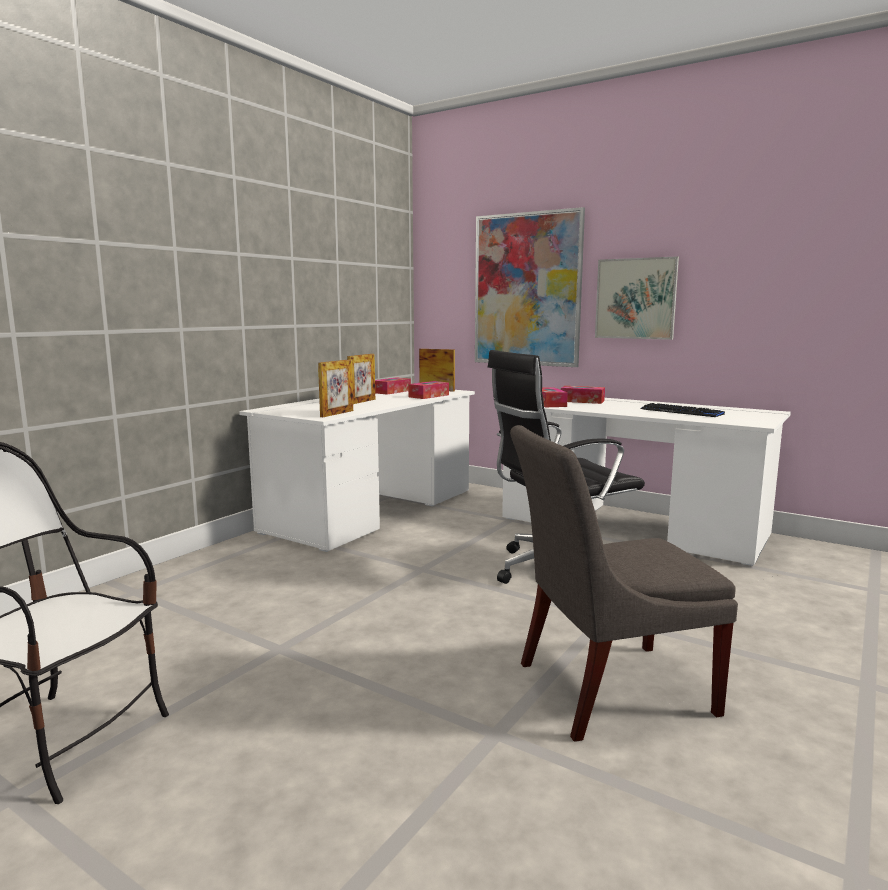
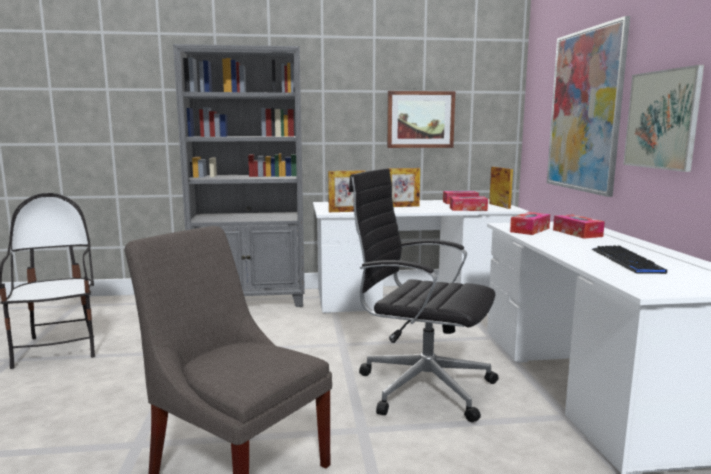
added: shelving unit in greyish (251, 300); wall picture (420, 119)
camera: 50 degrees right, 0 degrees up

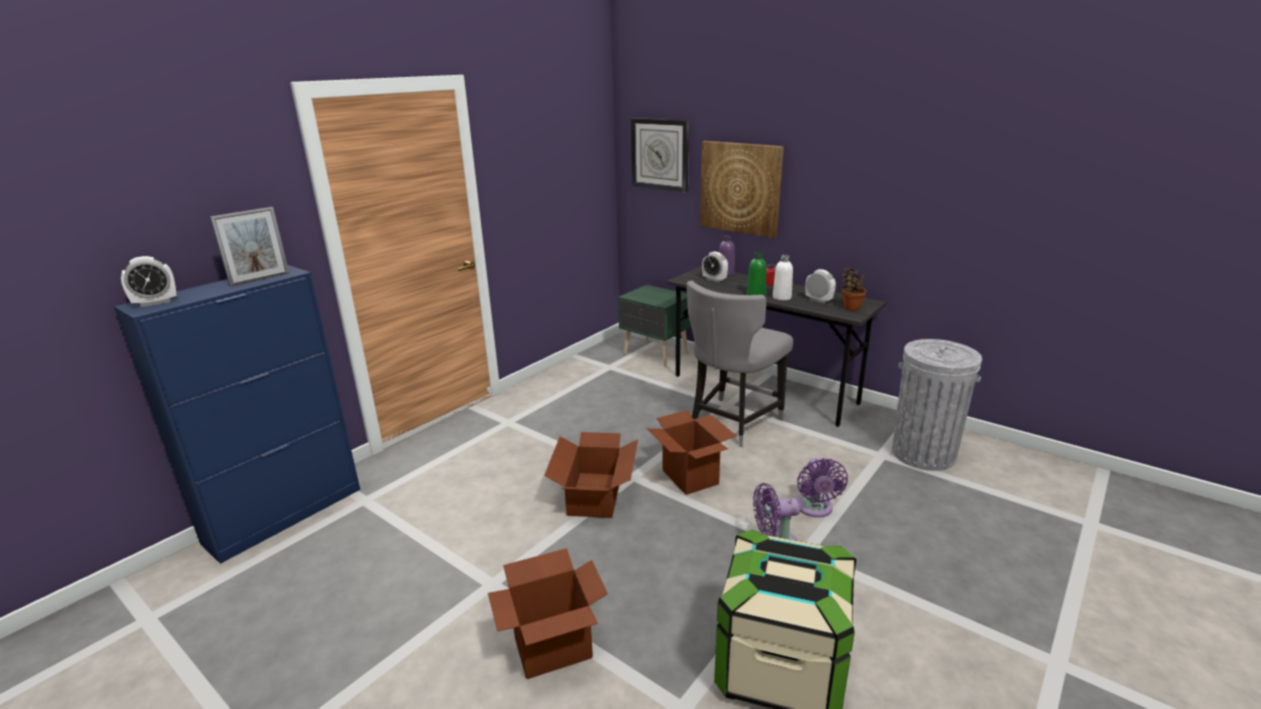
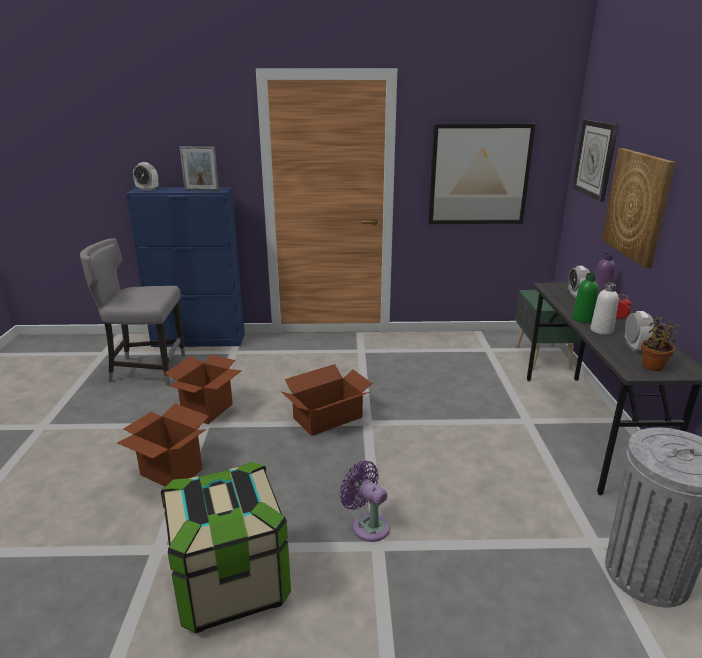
removed: fan in purplish (815, 509)
added: wall picture (479, 174)
moved: plain chair in greyish (732, 423) to (146, 369); cardboard box (690, 477) to (207, 410)
camera: 50 degrees right, 0 degrees up

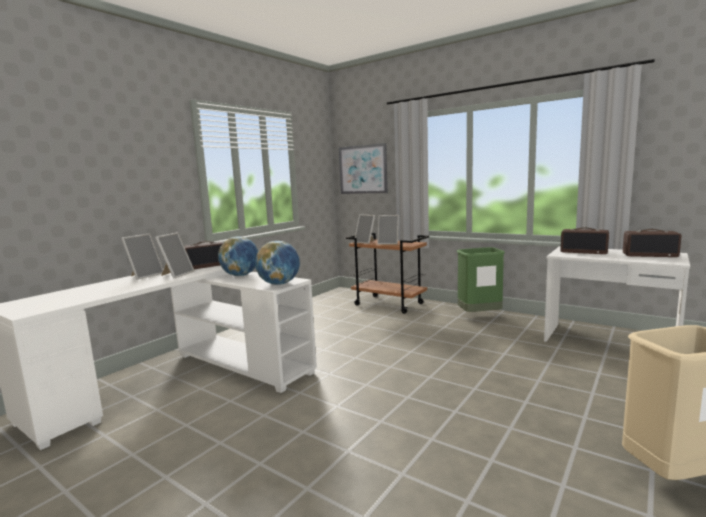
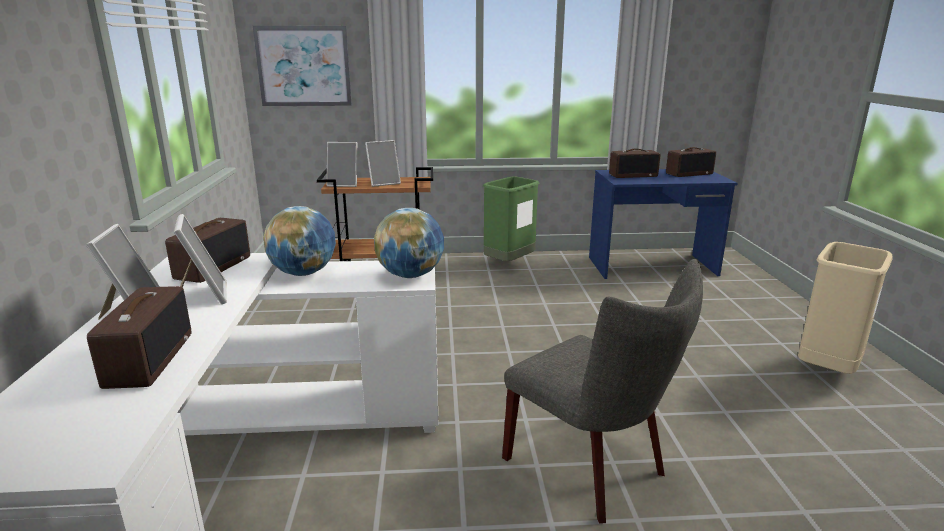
added: plain chair in greyish (592, 469); radio set (149, 359)
recoloured: desk in whitish (609, 342) to desk in blue (652, 267)
camera: 40 degrees left, 10 degrees up

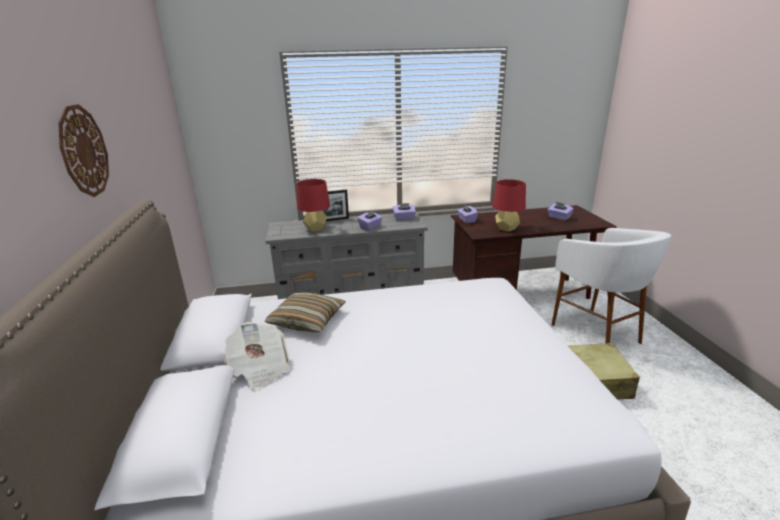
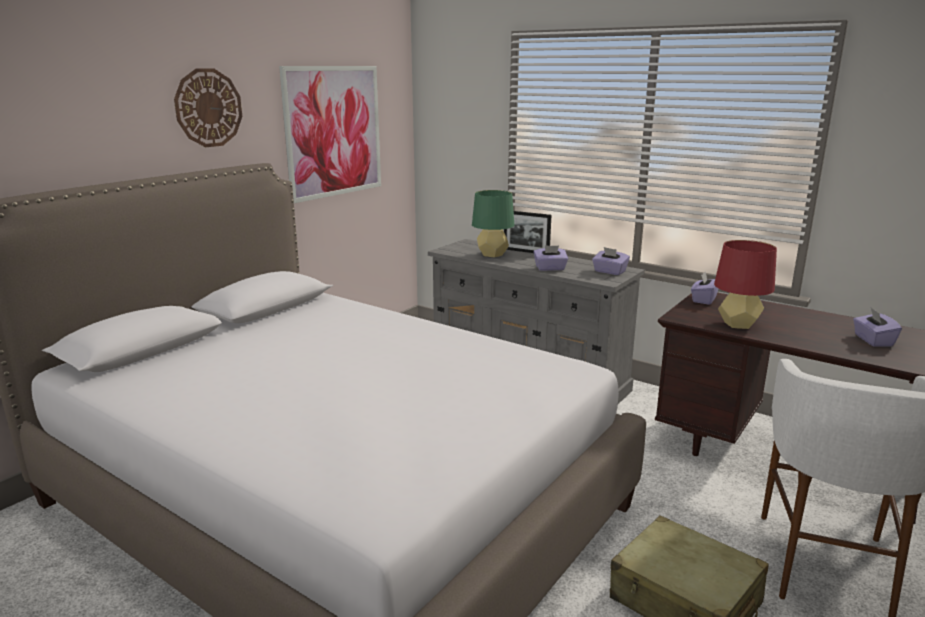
removed: throw pillow (307, 320); newspaper (260, 369)
added: wall picture (334, 131)
recoloured: lamp for a table in red (316, 229) to lamp for a table in green (492, 255)
camera: 45 degrees right, 5 degrees down

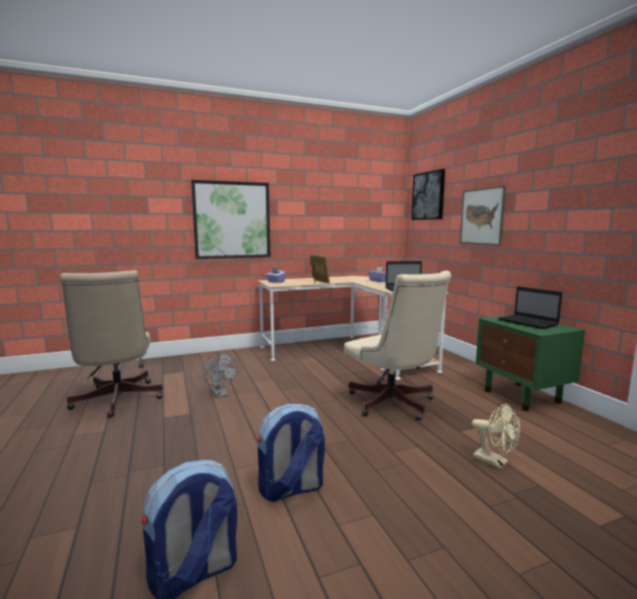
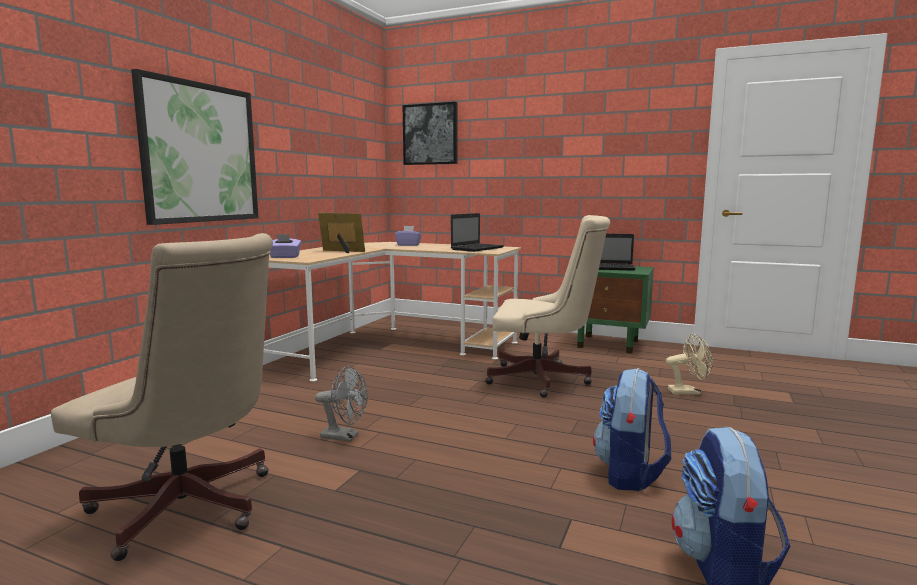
removed: wall picture (481, 216)
camera: 45 degrees left, 0 degrees up

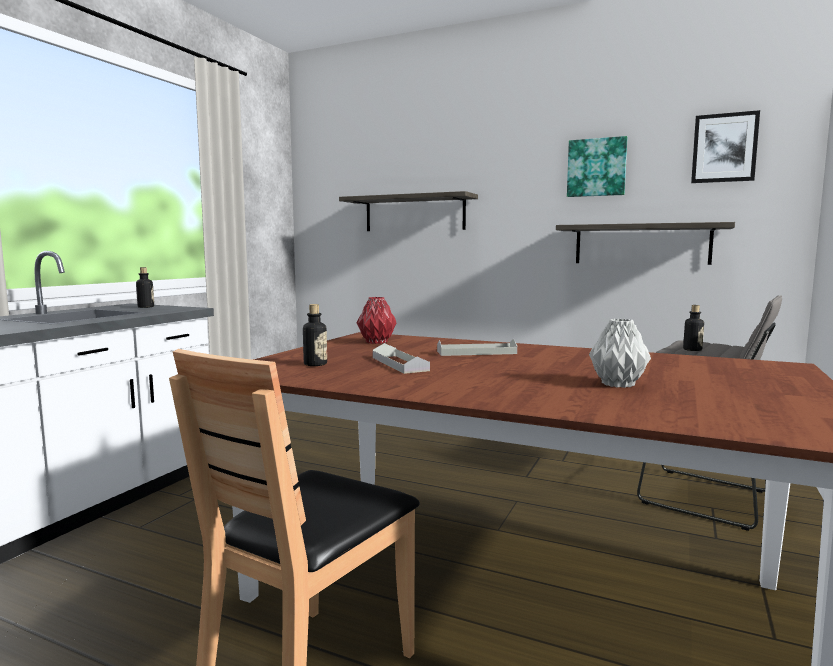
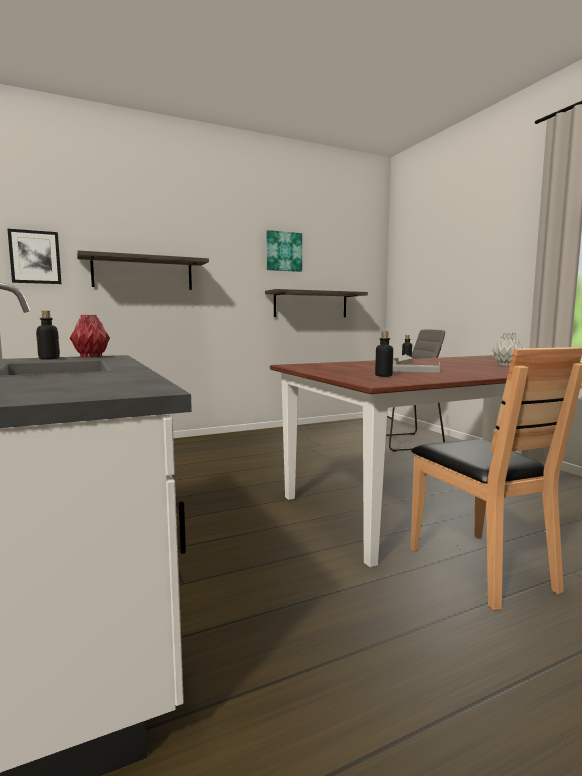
moved: wall picture (724, 148) to (35, 257); decorative vase in red (376, 342) to (90, 356)
camera: 50 degrees left, 0 degrees up

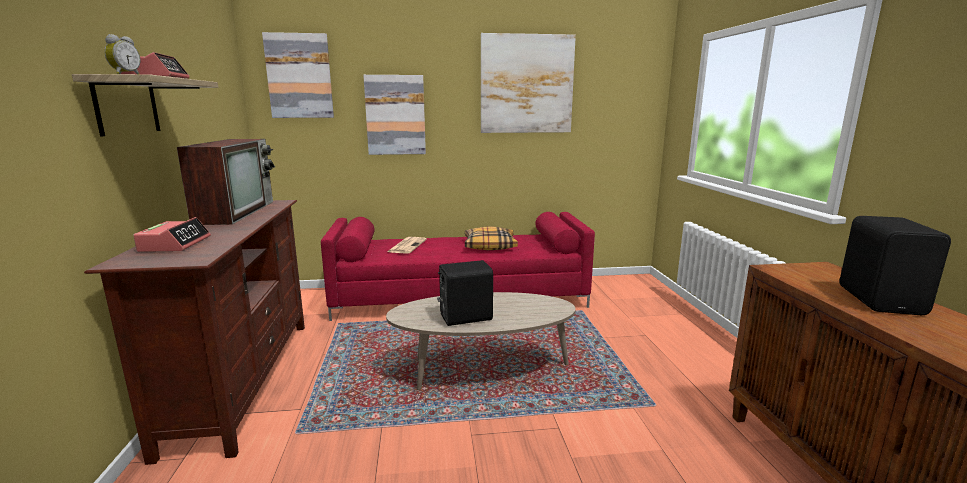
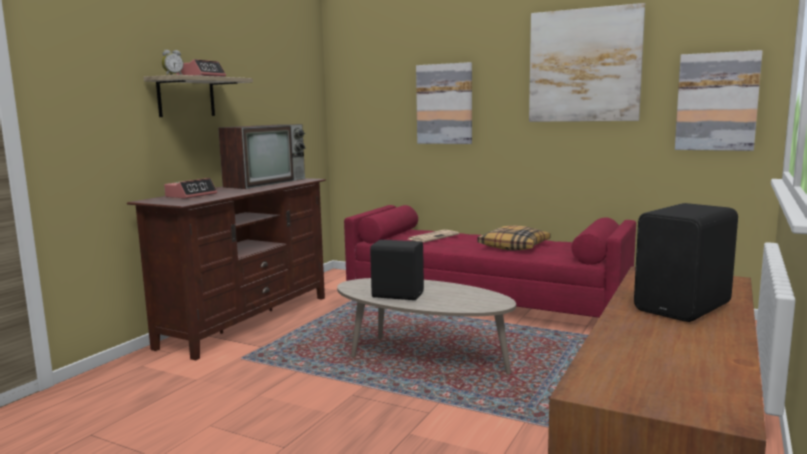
moved: wall picture (299, 76) to (716, 102)
camera: 35 degrees right, 5 degrees down

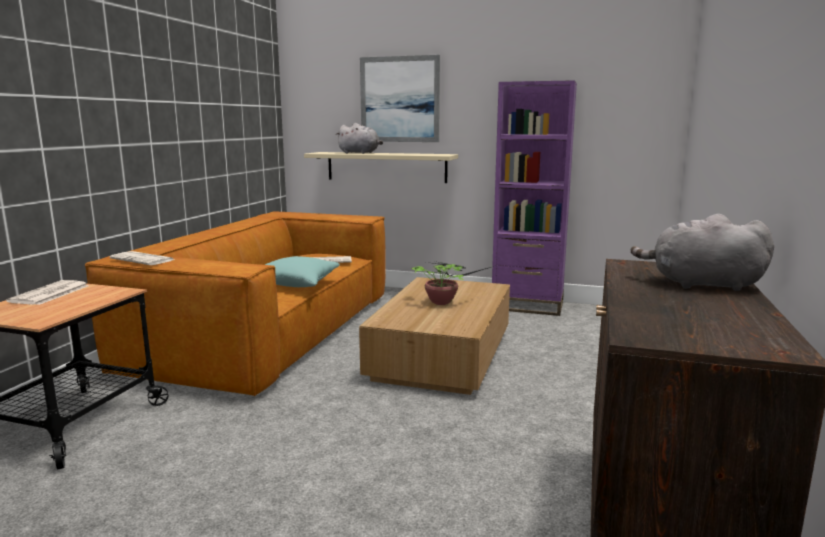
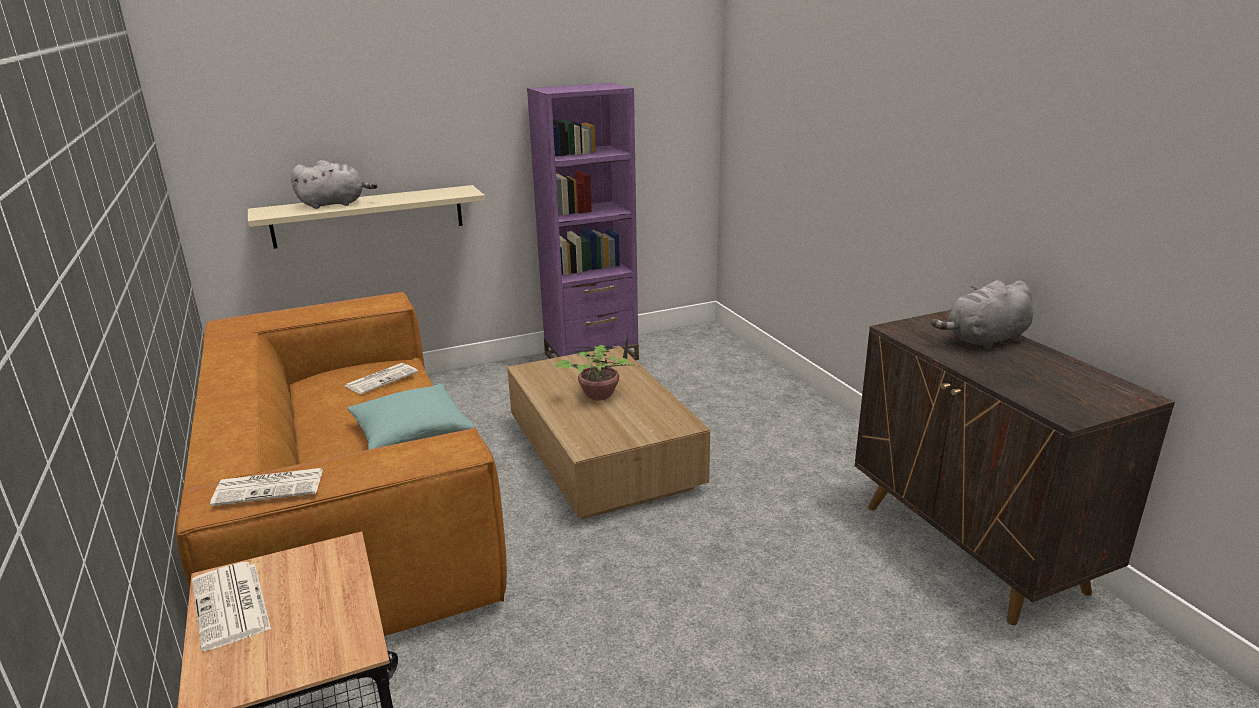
removed: wall picture (399, 99)
camera: 40 degrees left, 10 degrees up

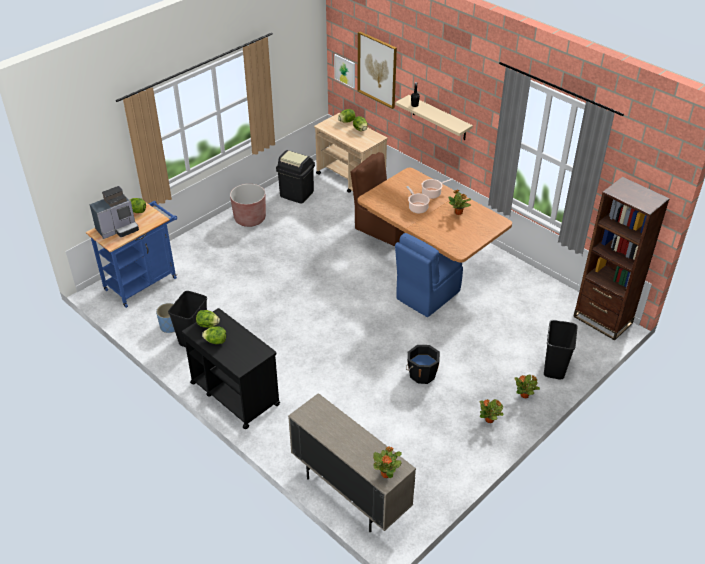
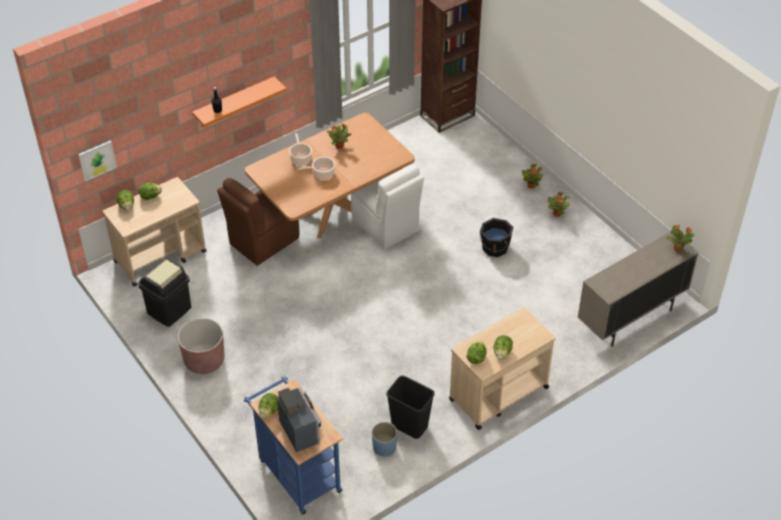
removed: wall picture (377, 69); rubbish bin in black (555, 369)
recoloured: shelf in beige (439, 118) to shelf in orangey (234, 102); plain chair in blue (426, 296) to plain chair in whitish (386, 226); cart in black (234, 393) to cart in beige (498, 394)
camera: 80 degrees left, 5 degrees up

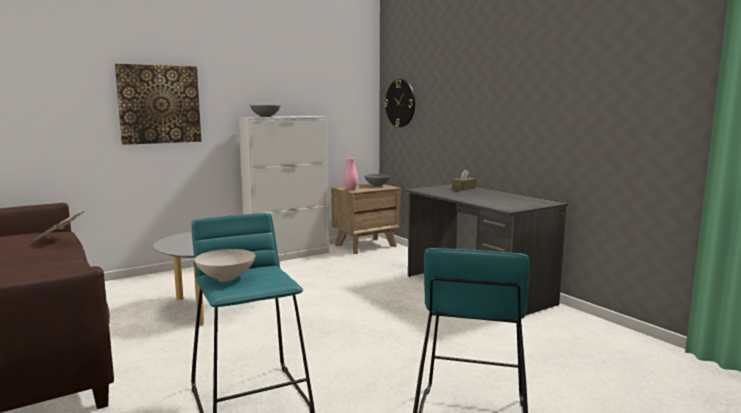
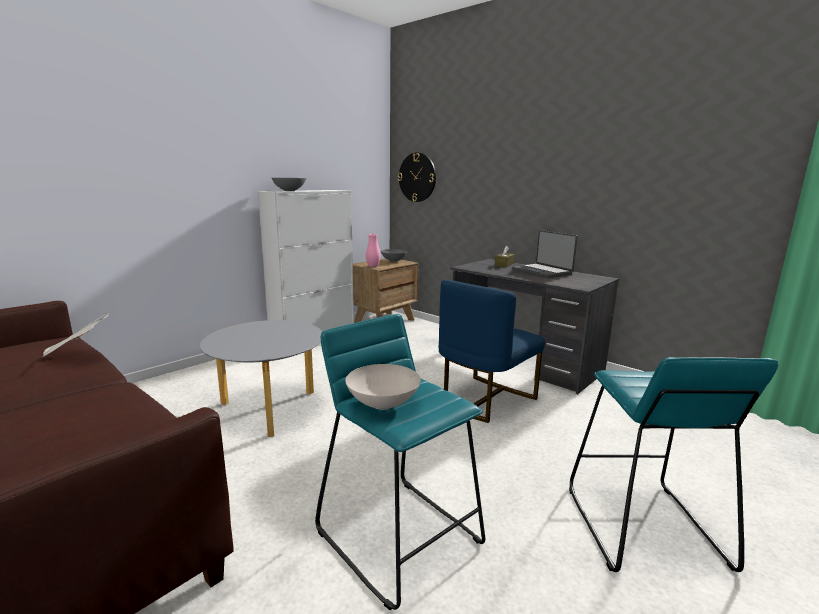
removed: wall picture (159, 104)
added: laptop (542, 272); plain chair in blue (485, 400)
camera: 15 degrees left, 5 degrees up

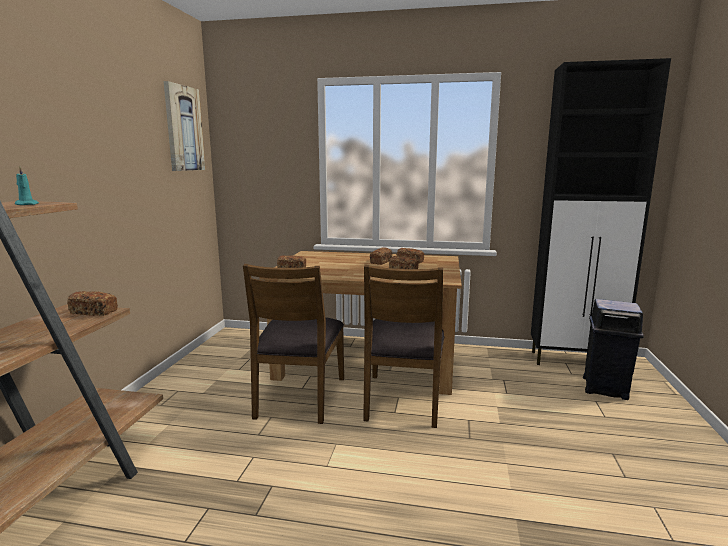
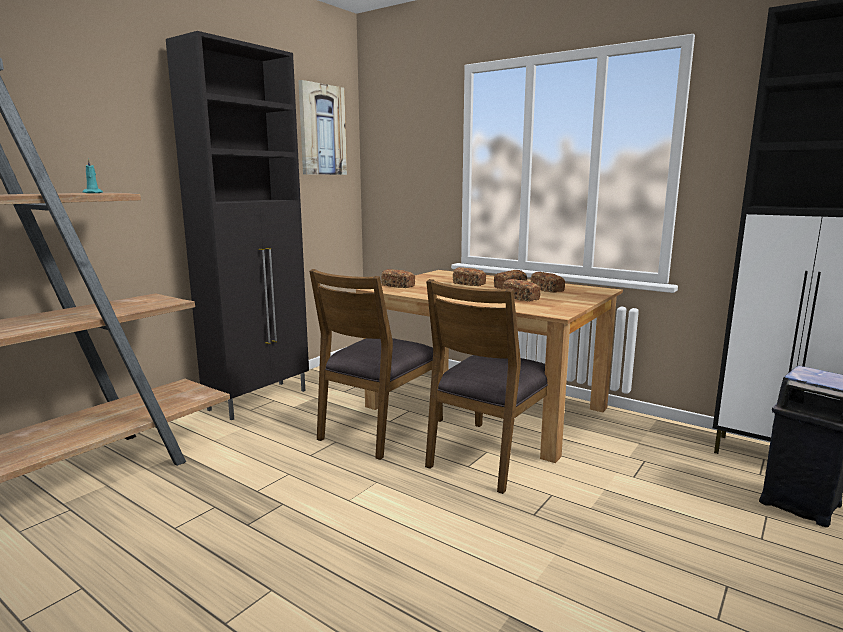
added: storage cabinet in black (260, 400)
moved: bakery bread (94, 312) to (469, 284)
camera: 25 degrees right, 0 degrees up

